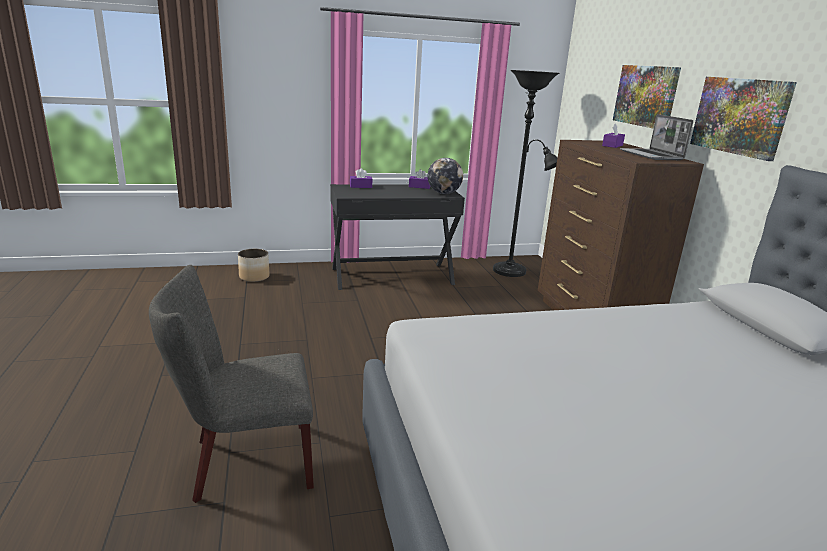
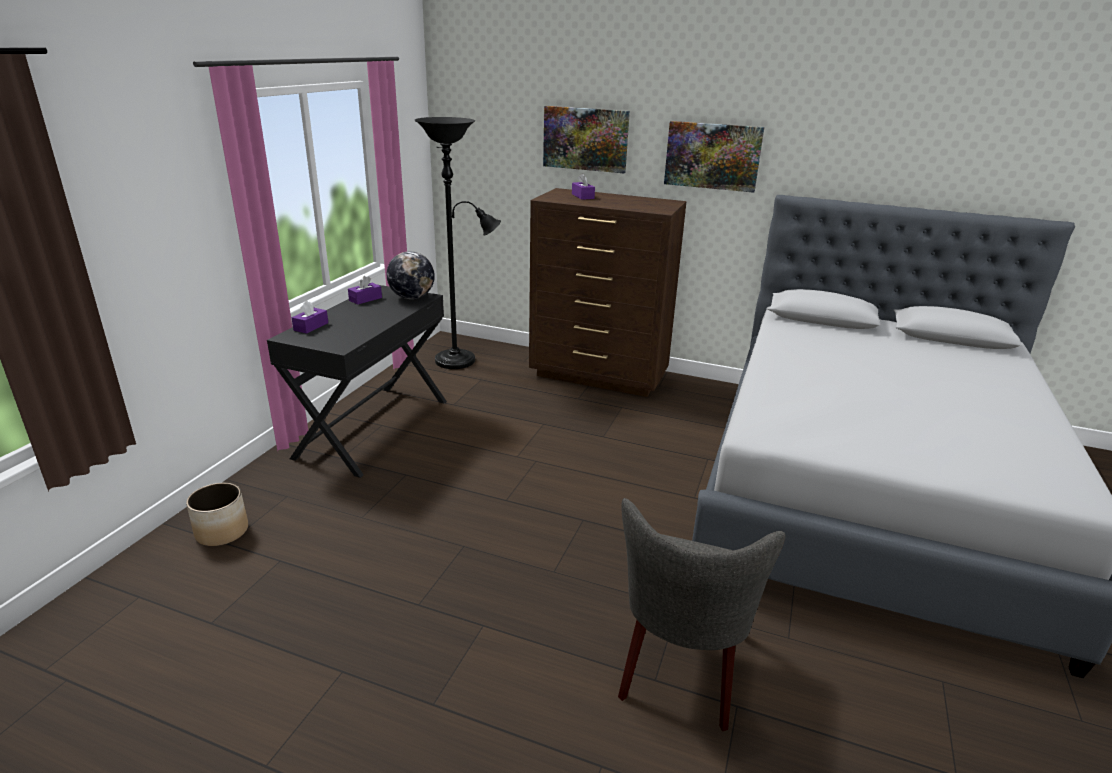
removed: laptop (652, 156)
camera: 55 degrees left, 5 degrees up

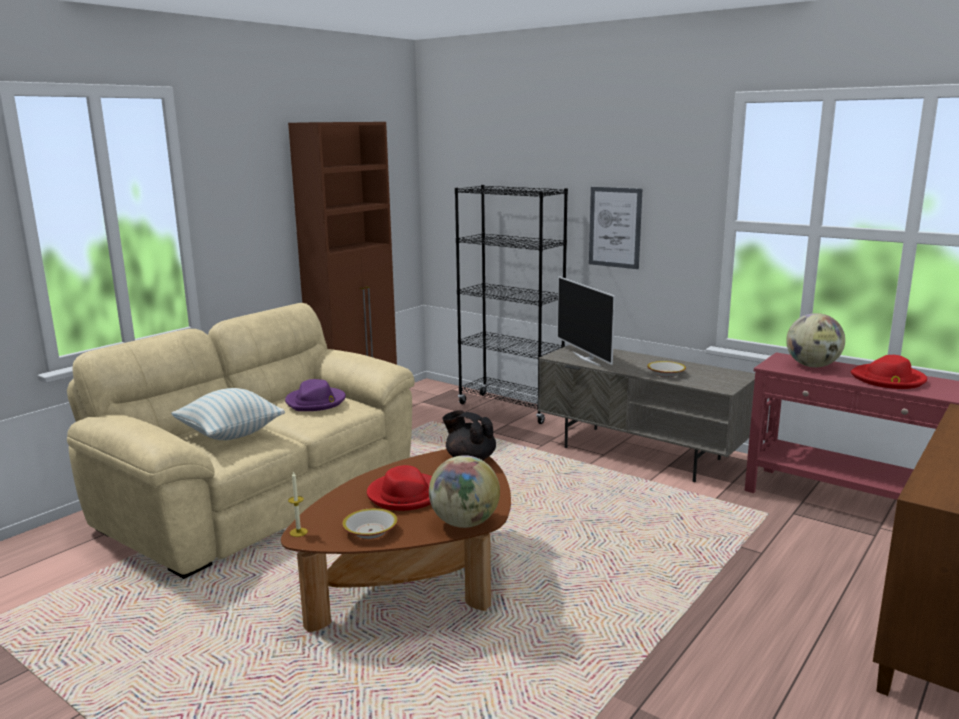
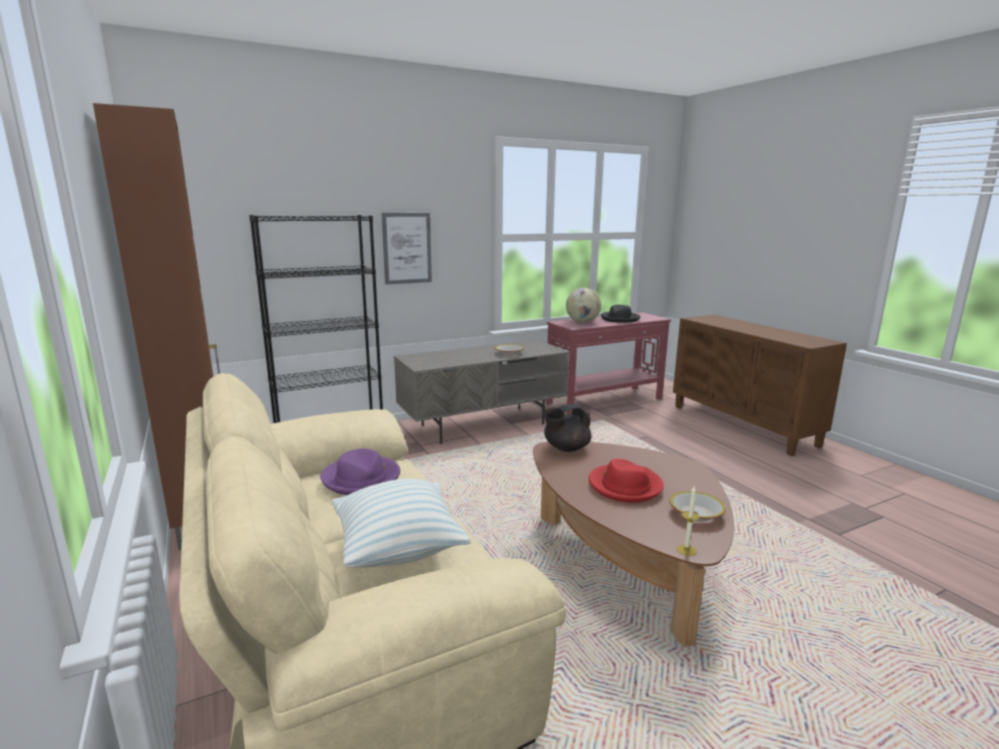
removed: TV (587, 359); globe (464, 523)
recoloured: clothing hat in red (888, 379) to clothing hat in black (620, 319)
camera: 65 degrees left, 0 degrees up

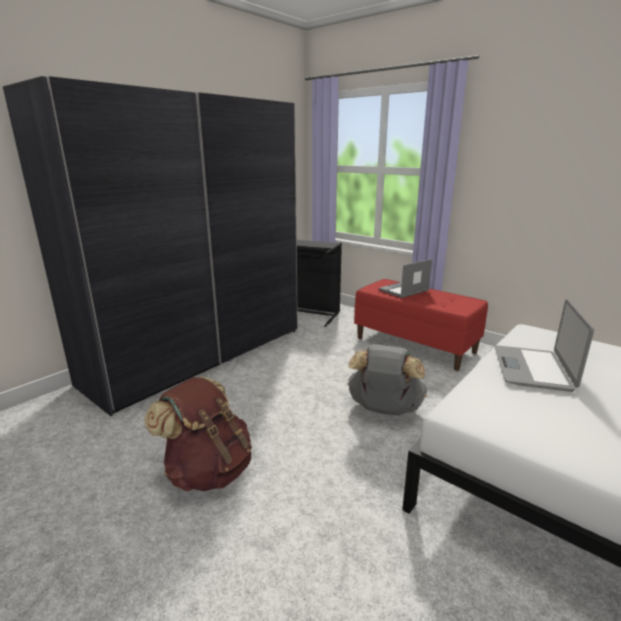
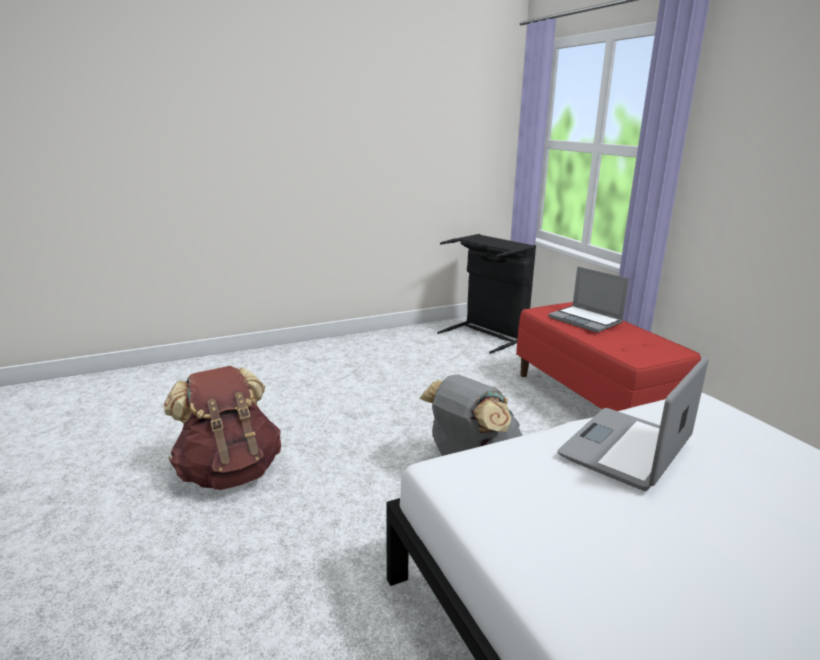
removed: armoire in greyish (199, 355)
turned: laptop (404, 291) = (586, 320) 120 degrees counterclockwise
camera: 25 degrees right, 0 degrees up

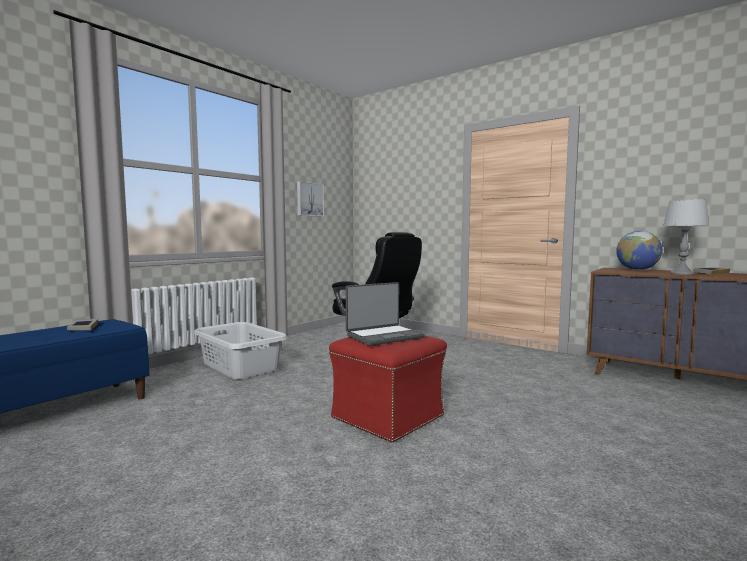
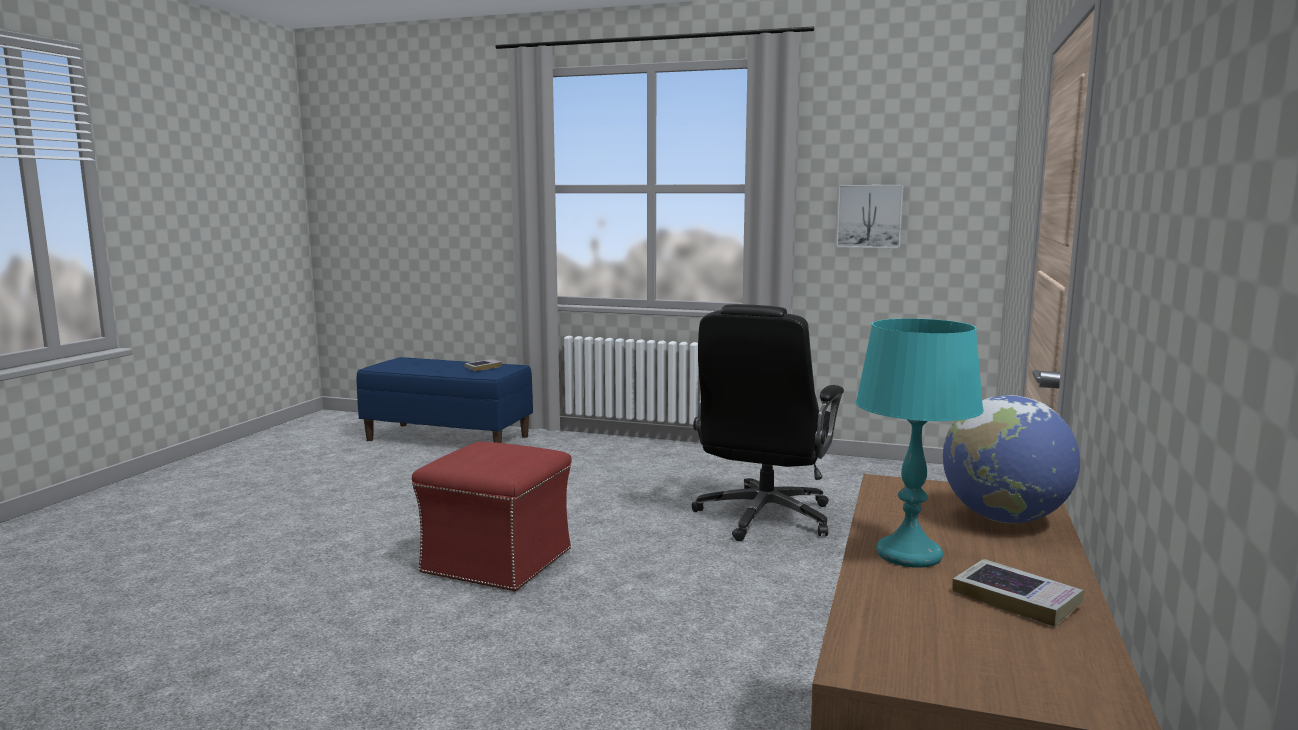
removed: laptop (384, 336); washing basket in greyish (240, 366)
recoloured: lamp for a table in greyish (682, 274) to lamp for a table in turquoise (908, 554)
camera: 70 degrees right, 5 degrees up

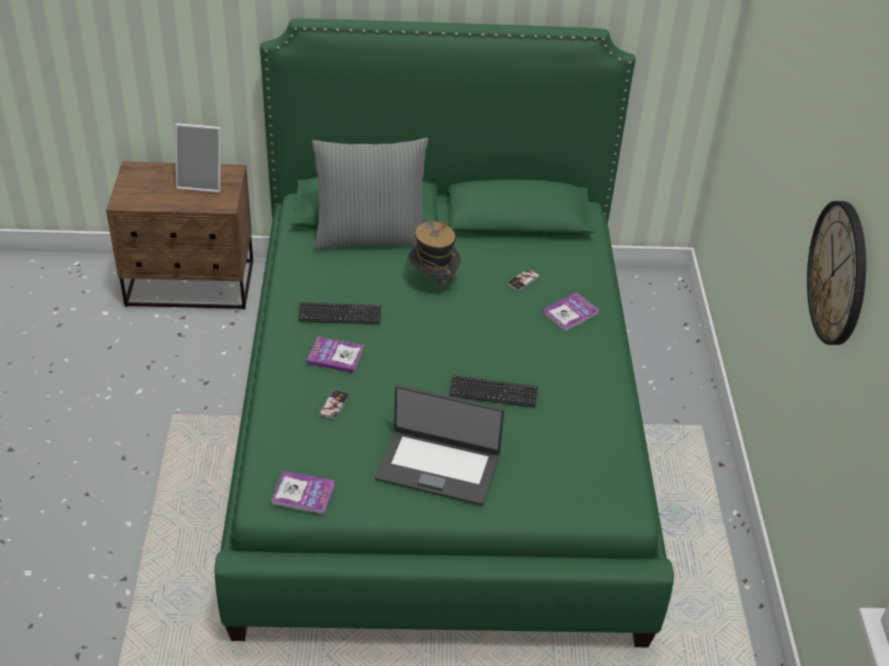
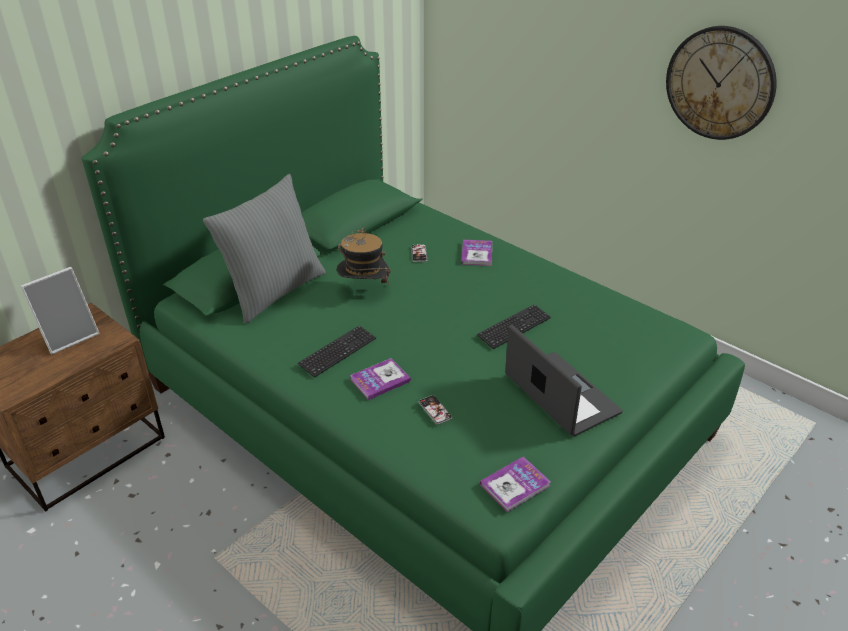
turned: laptop (438, 466) = (560, 395) 90 degrees counterclockwise
camera: 45 degrees left, 5 degrees down

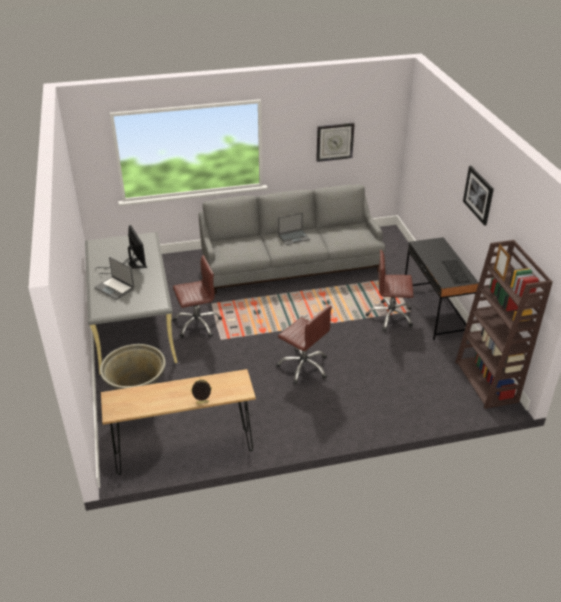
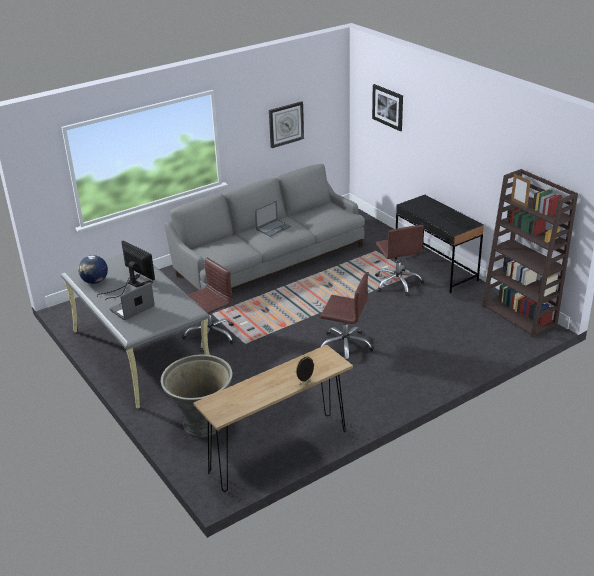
added: globe (95, 281)
moved: wall picture (478, 195) to (388, 107)
turned: desk chair in brownish (390, 316) = (398, 283) 90 degrees counterclockwise; laptop (115, 288) = (132, 309) 120 degrees clockwise
camera: 20 degrees left, 5 degrees down

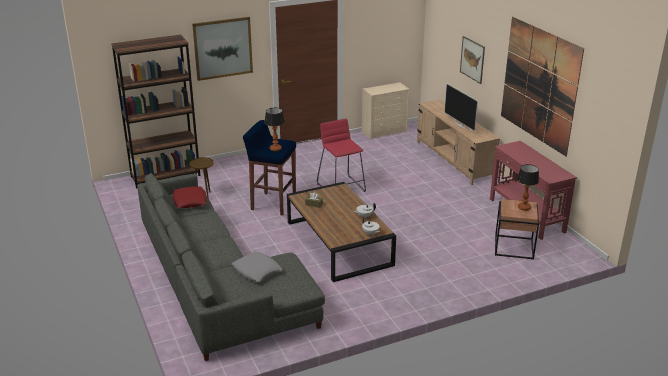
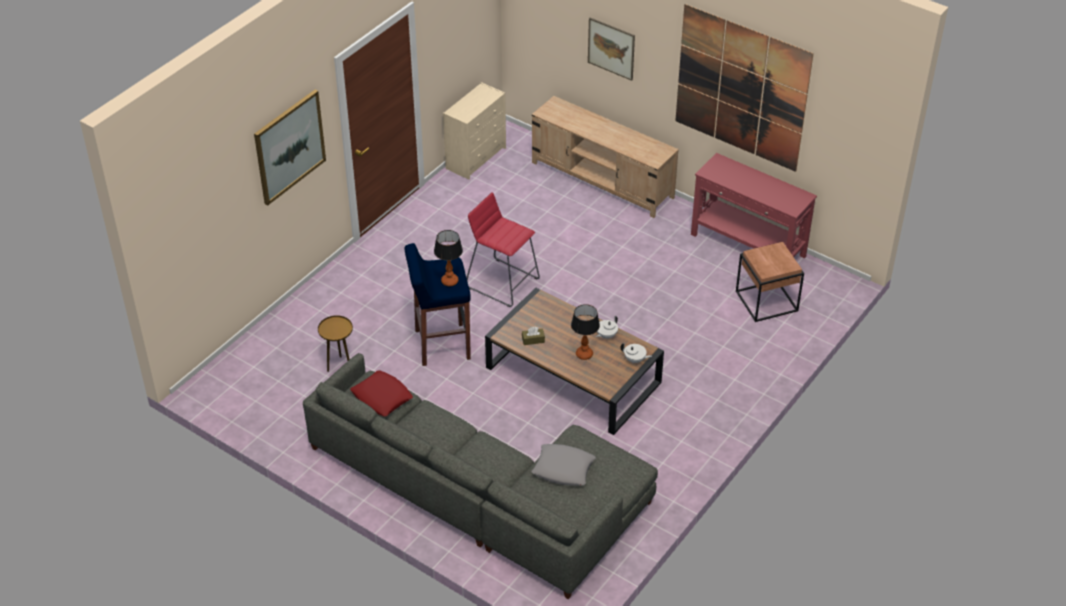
removed: shelving unit in brownish (165, 176); TV (460, 125)
moved: lamp for a table (524, 207) to (584, 354)
camera: 30 degrees left, 15 degrees up

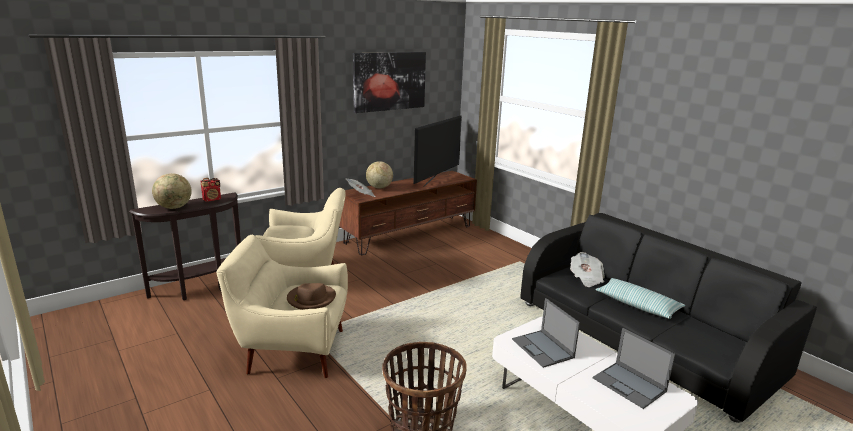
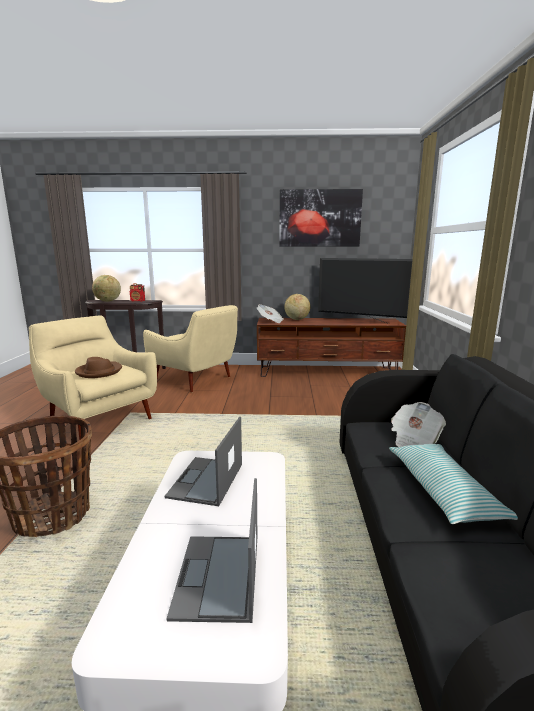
turned: TV (436, 180) = (361, 321) 45 degrees clockwise
camera: 40 degrees right, 5 degrees down

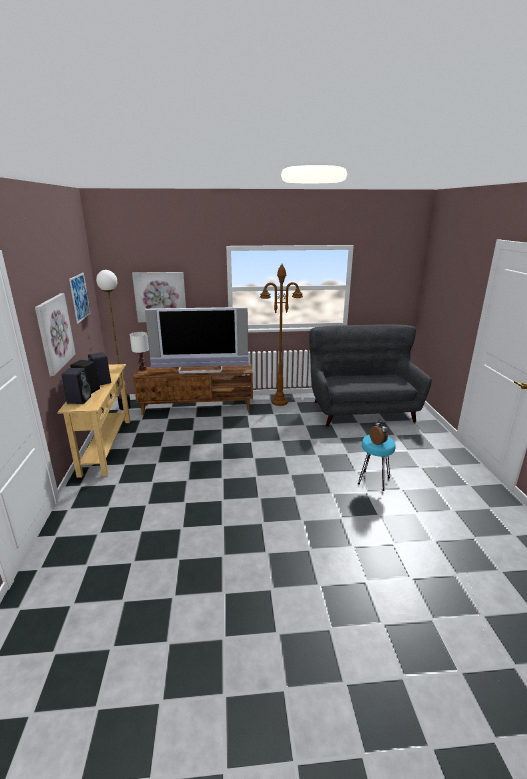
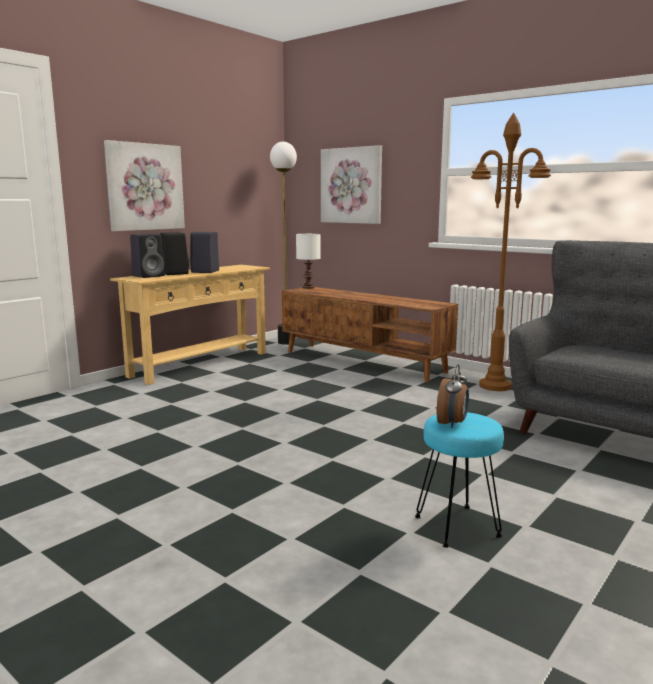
removed: wall picture (79, 297); TV (201, 369)
camera: 45 degrees right, 10 degrees down

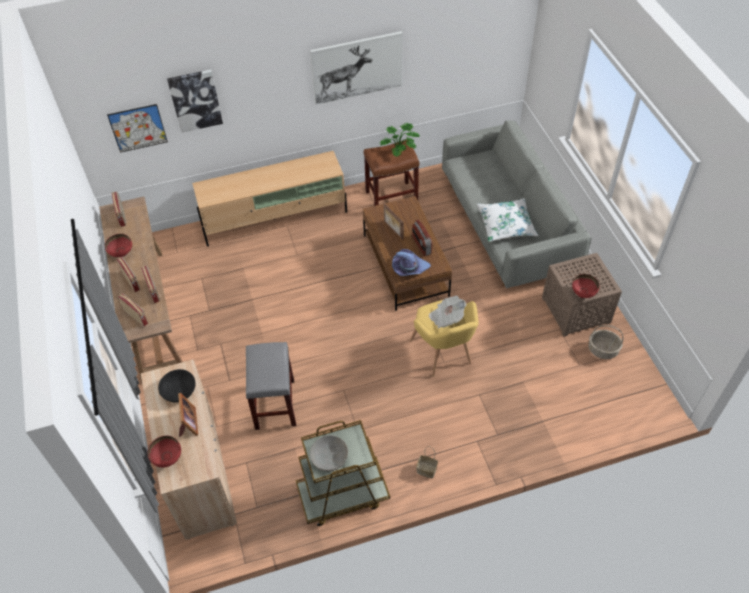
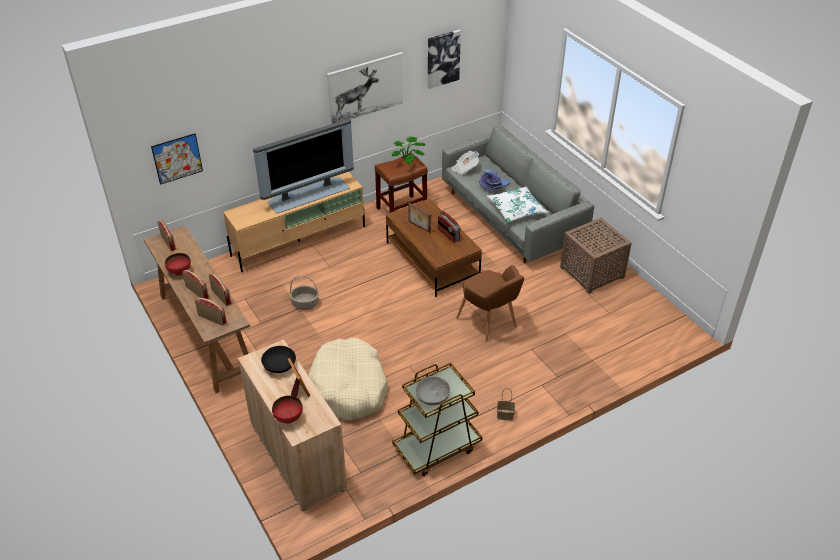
removed: serving bowl in red (583, 294)
added: TV (308, 194)
moved: wall picture (195, 100) to (443, 58); clothing hat in purplish (409, 268) to (493, 186); newspaper (446, 317) to (465, 168); basket (603, 350) to (305, 304)
replaced: stool seat in greyish (274, 404) to dog cushion in beige (349, 387)
recoloured: armchair in yellow-coloured (443, 355) to armchair in brownish (490, 324)
camera: 15 degrees left, 10 degrees down

